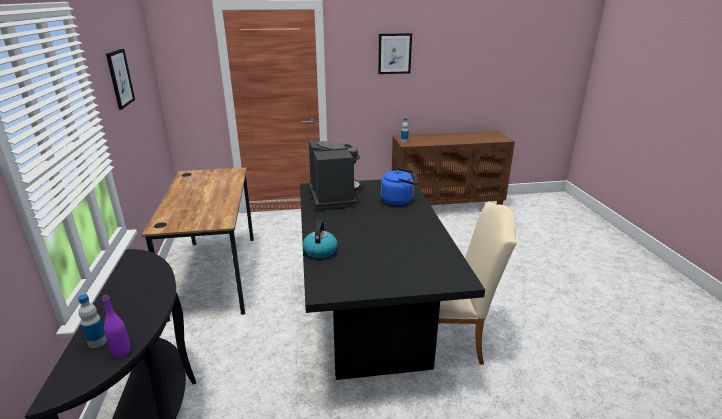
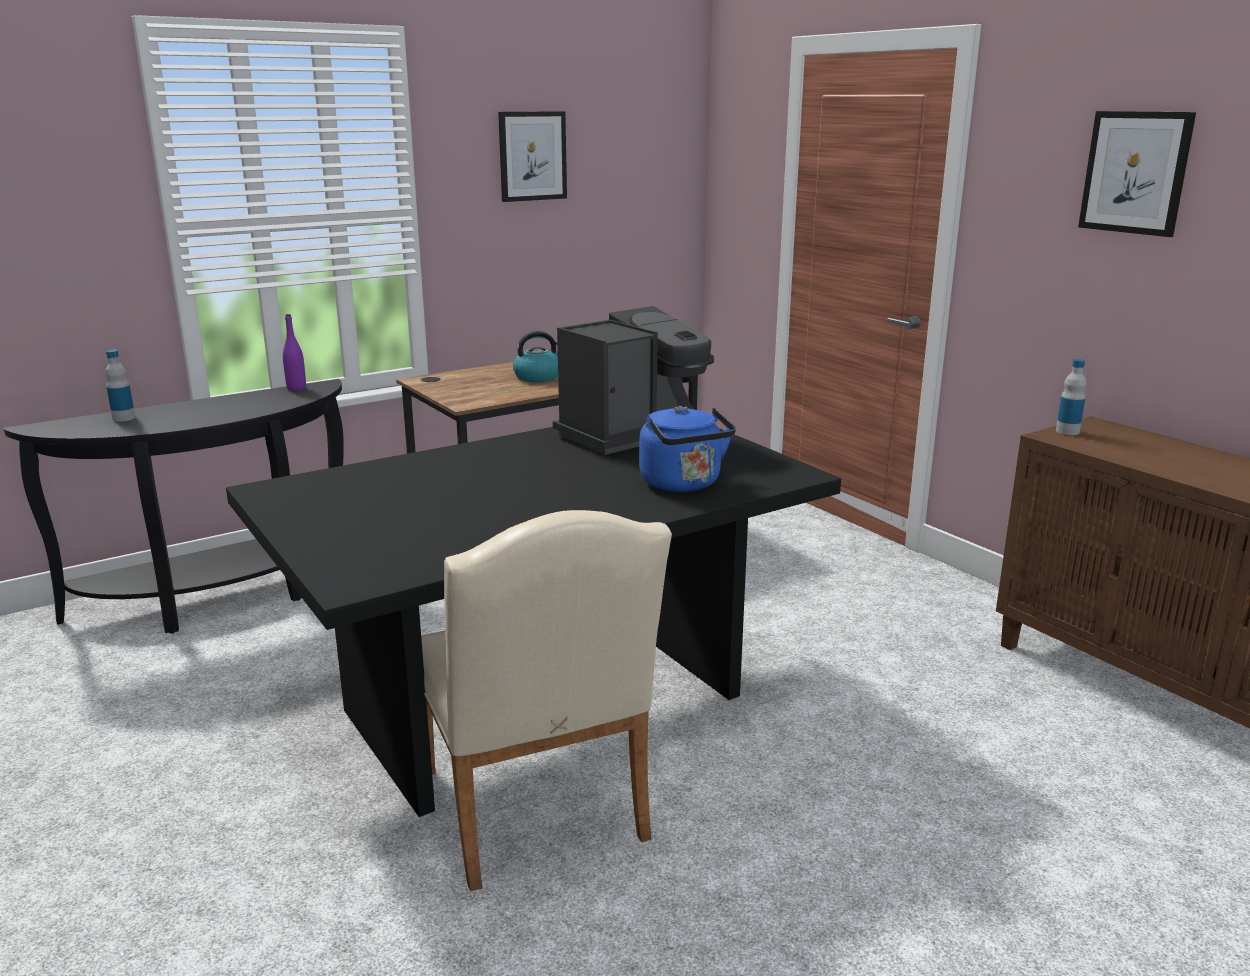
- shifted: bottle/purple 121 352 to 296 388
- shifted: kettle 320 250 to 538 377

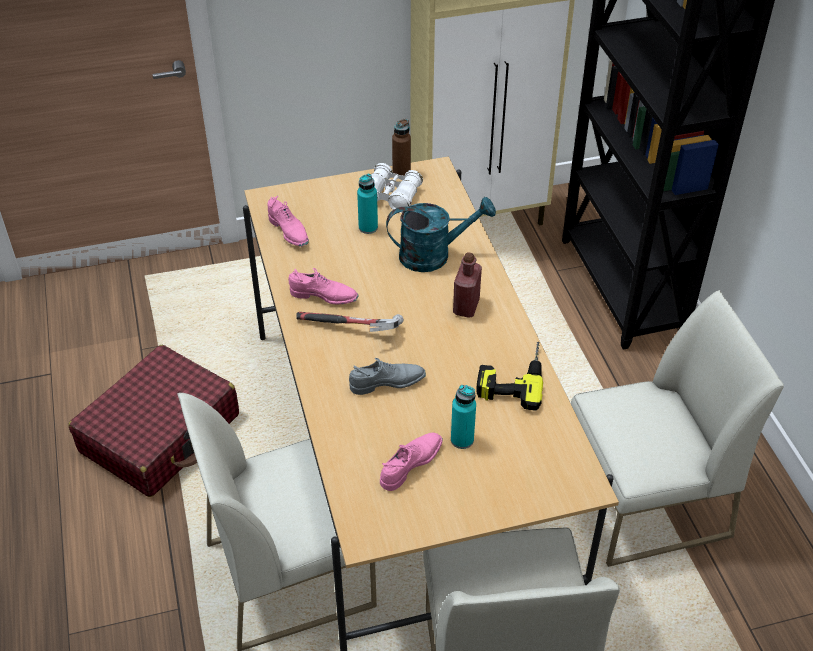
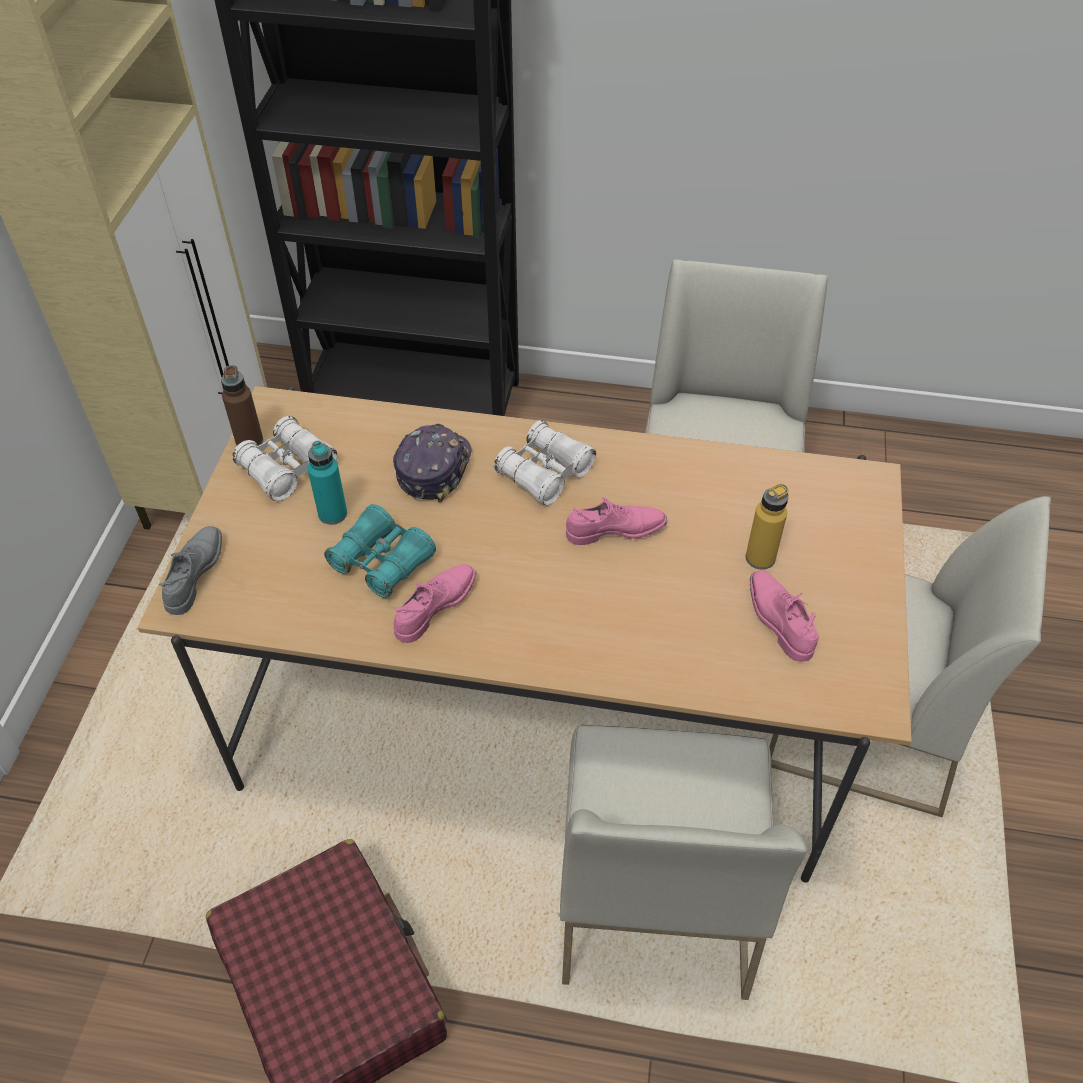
- gone: hammer 351 330
- gone: power drill 511 376
- new: binoculars/turquoise 382 561
- shifted: shoe/pink 289 232 to 615 531
- shifted: shoe/grey 387 383 to 195 574
- swapped: watering can/turquoise 434 255 to cap 433 468
- swapped: bottle/red 466 306 to binoculars/white 545 473
- repainted: bottle/turquoise 462 440 to bottle/yellow 760 558

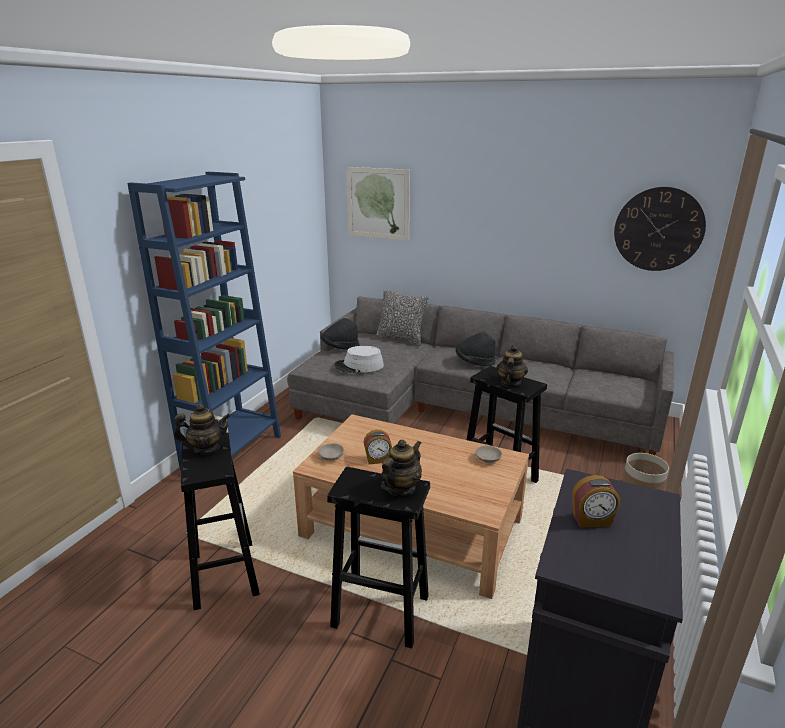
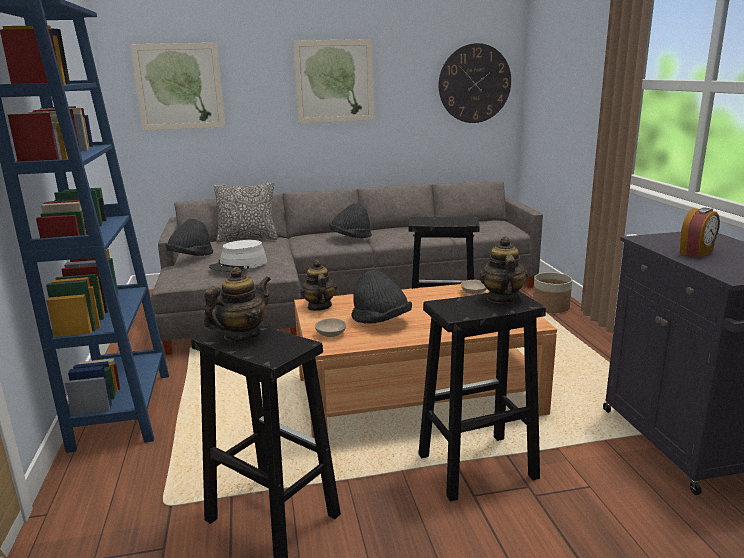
- new: picture 334 81
- shifted: teapot 510 383 to 319 306
- swapped: alarm clock 377 460 to hat/black 380 321

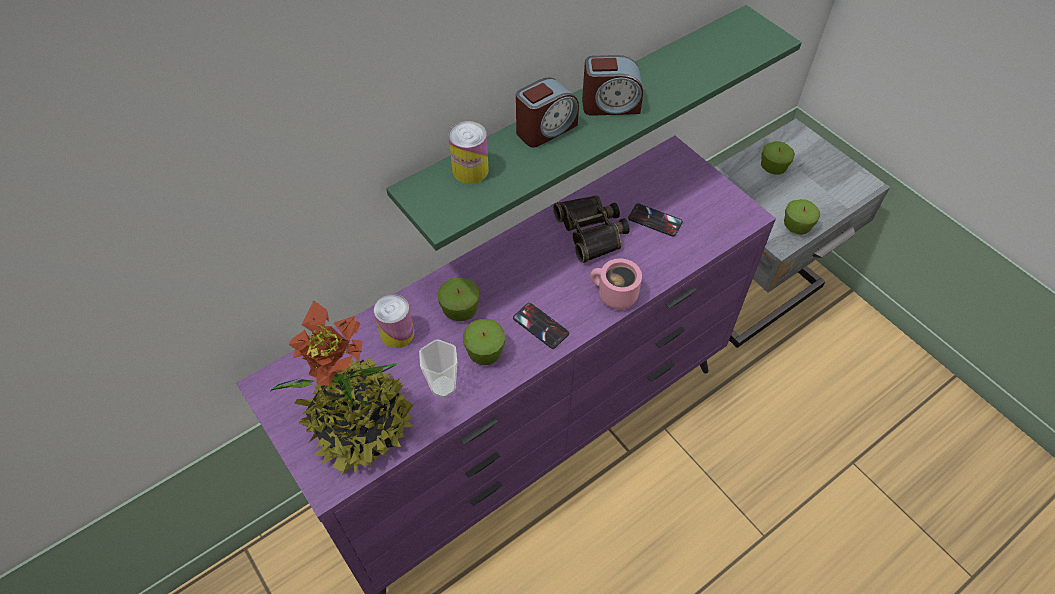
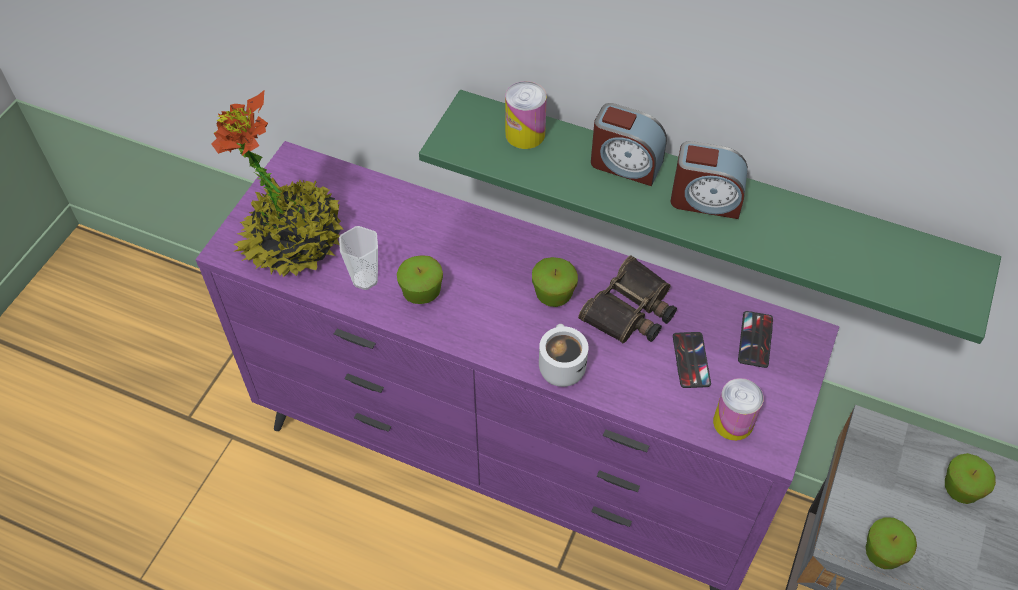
- shifted: can 397 334 to 733 422
- shifted: apple 460 310 to 553 294
- shifted: phone 541 326 to 755 339
- repainted: mug/pink 613 296 to mug/white 559 366
- rotated: alarm clock 610 105 = 705 200 45 degrees counterclockwise

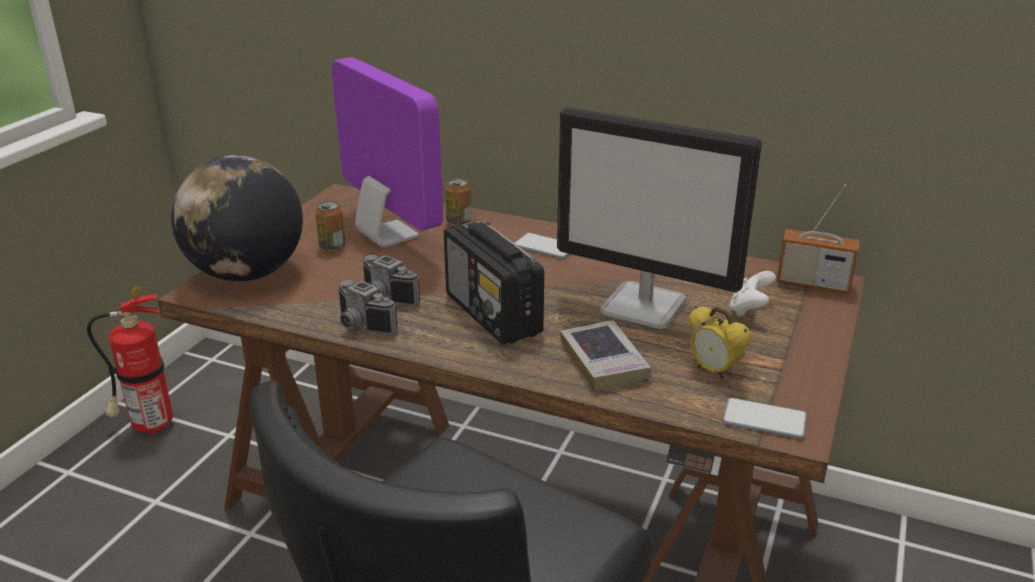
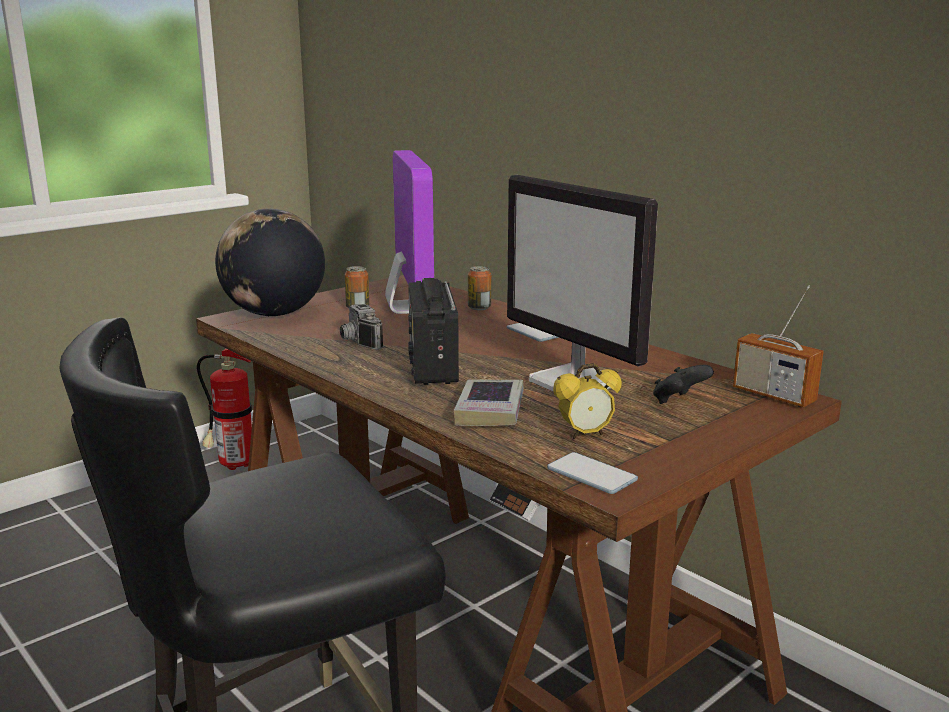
- gone: photo camera 360 326
- repainted: game controller/white 749 310 to game controller/black 678 401
- rotated: alarm clock 713 371 = 585 434 90 degrees counterclockwise

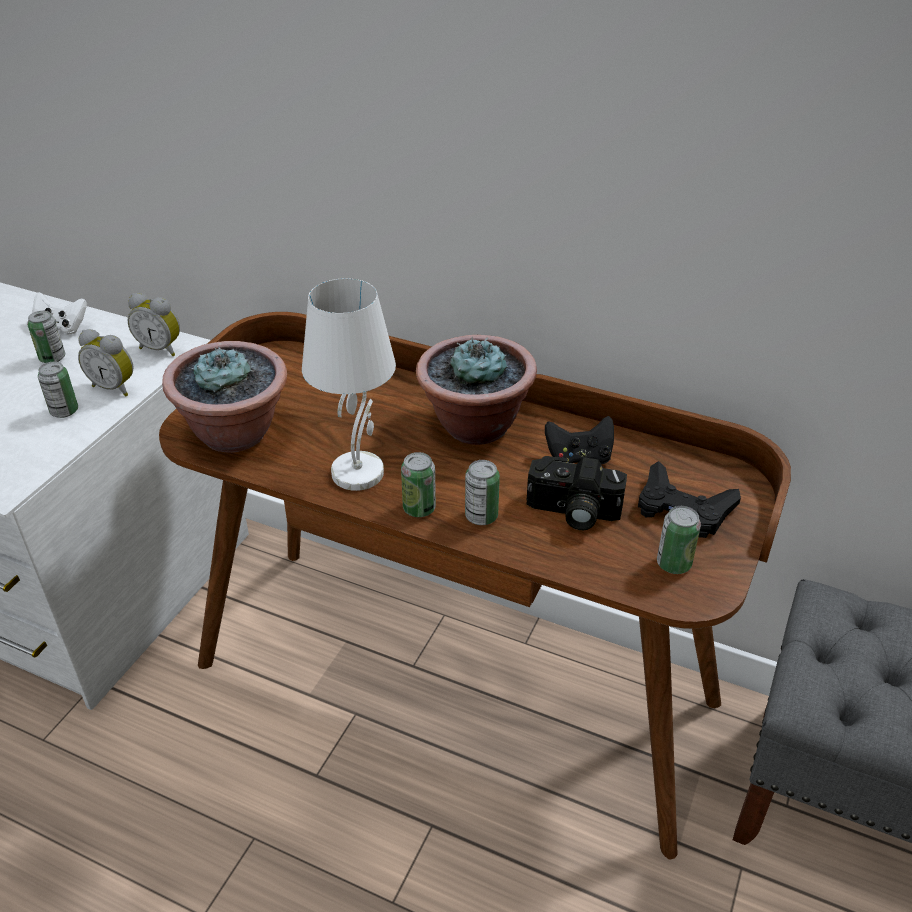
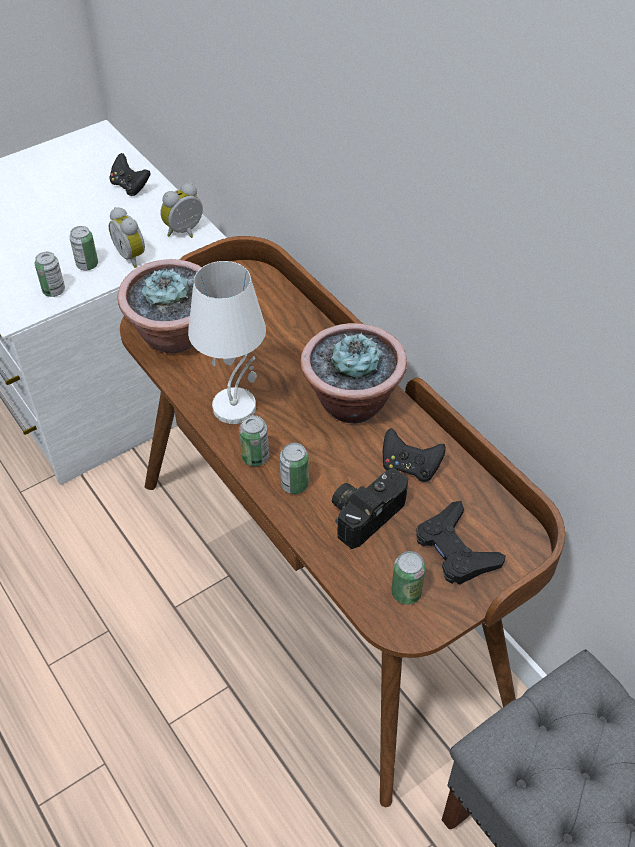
- shifted: can 52 358 to 54 291
- repainted: game controller/white 62 327 to game controller/black 130 186
- rotated: alarm clock 161 348 = 185 232 90 degrees clockwise
- rotated: photo camera 572 512 = 365 512 90 degrees clockwise

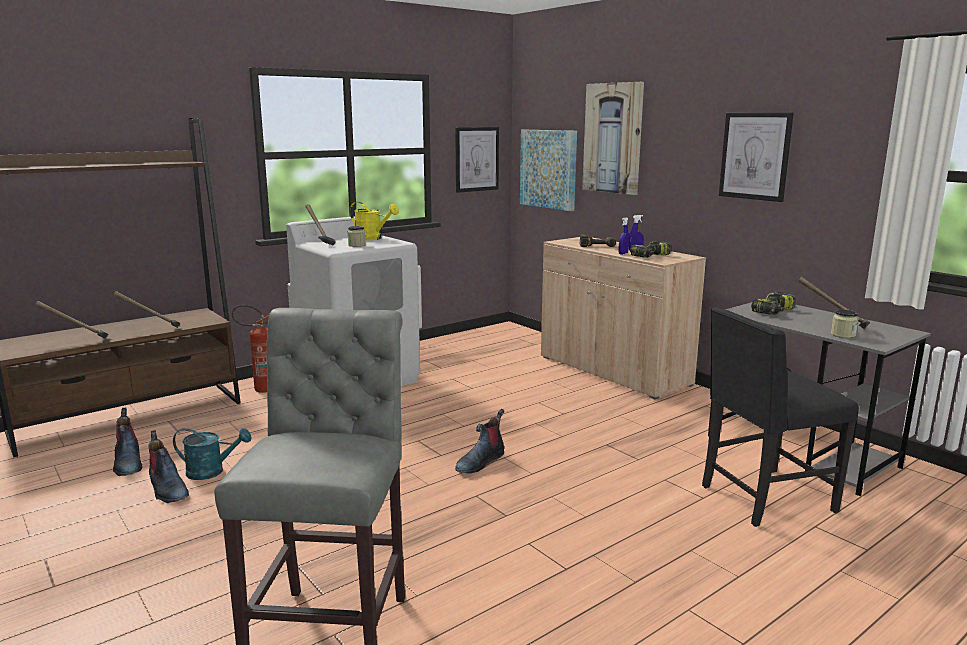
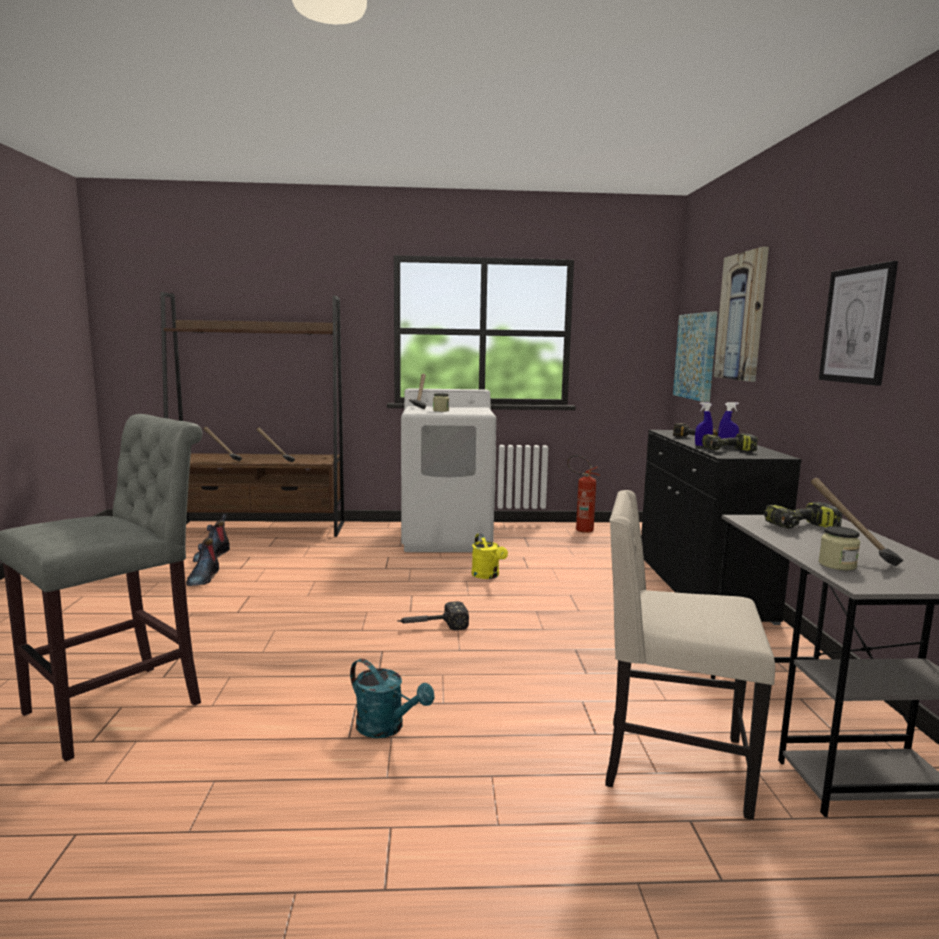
- gone: picture 476 159
- shifted: watering can/turquoise 212 472 to 387 728
- shifted: fire extinguisher 259 389 to 580 529
- shifted: watering can/yellow 372 238 to 488 576
- swapped: boot 480 462 to hammer 431 626
- repainted: cabinet/beige 613 371 to cabinet/black 701 587
- repainted: chair/black 764 498 to chair/beige 671 763

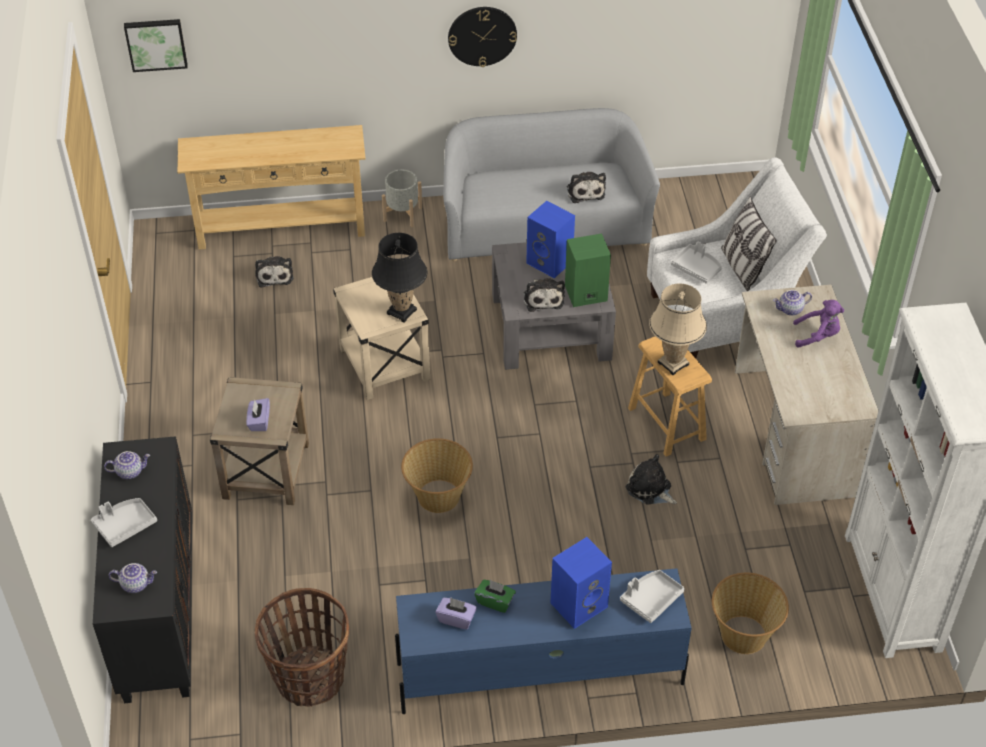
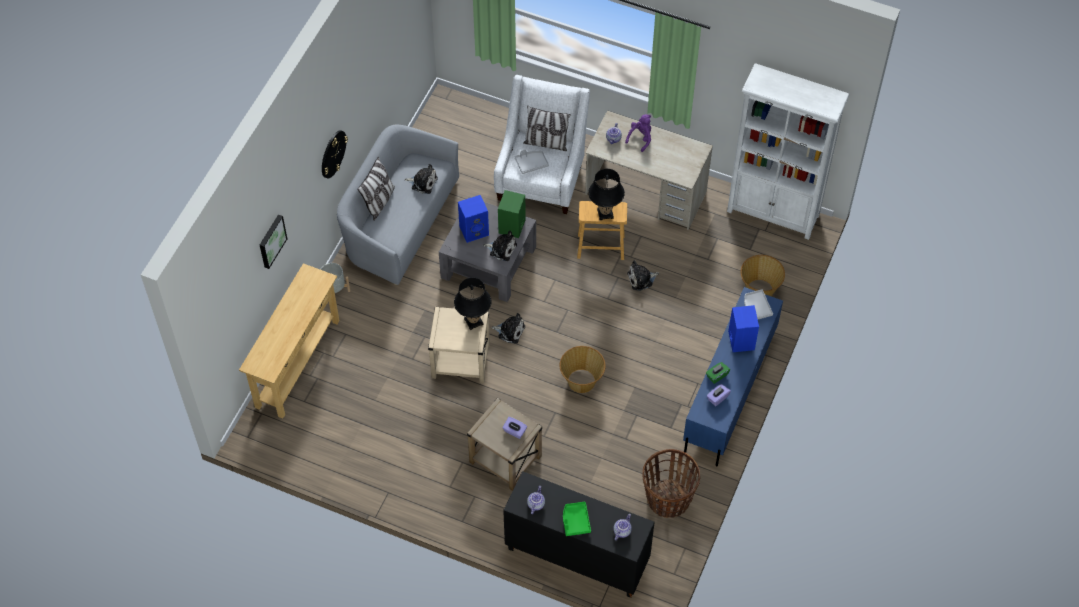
- new: pillow 379 202
- shifted: picture 156 43 to 271 241
- shifted: plush toy 274 275 to 510 331
- repainted: tray/grey 125 525 to tray/green 575 521
- repainted: table lamp/beige 673 363 to table lamp/black 605 213

